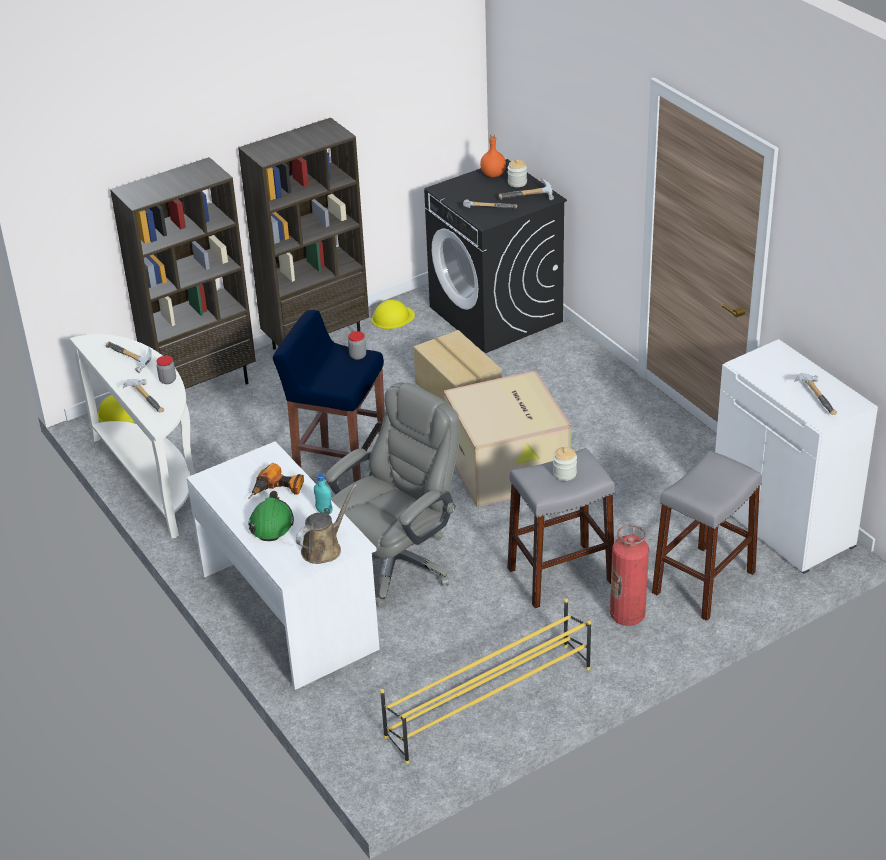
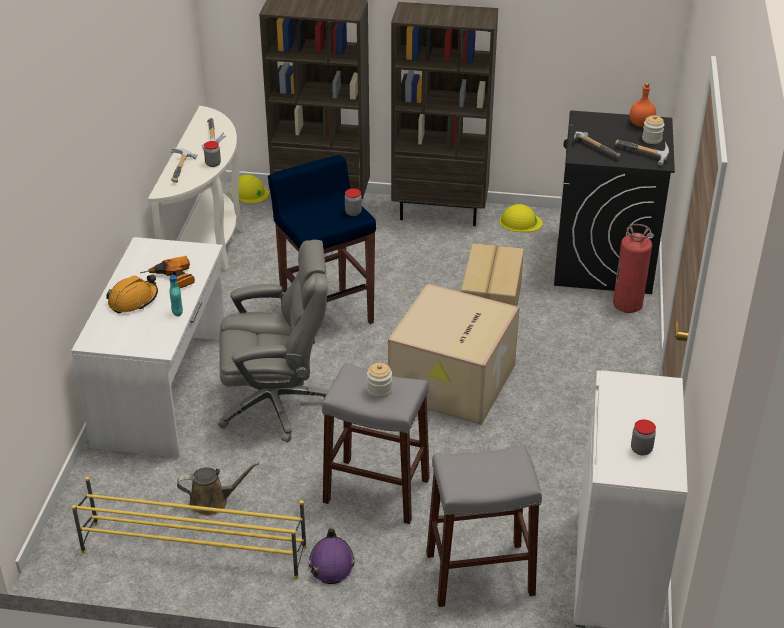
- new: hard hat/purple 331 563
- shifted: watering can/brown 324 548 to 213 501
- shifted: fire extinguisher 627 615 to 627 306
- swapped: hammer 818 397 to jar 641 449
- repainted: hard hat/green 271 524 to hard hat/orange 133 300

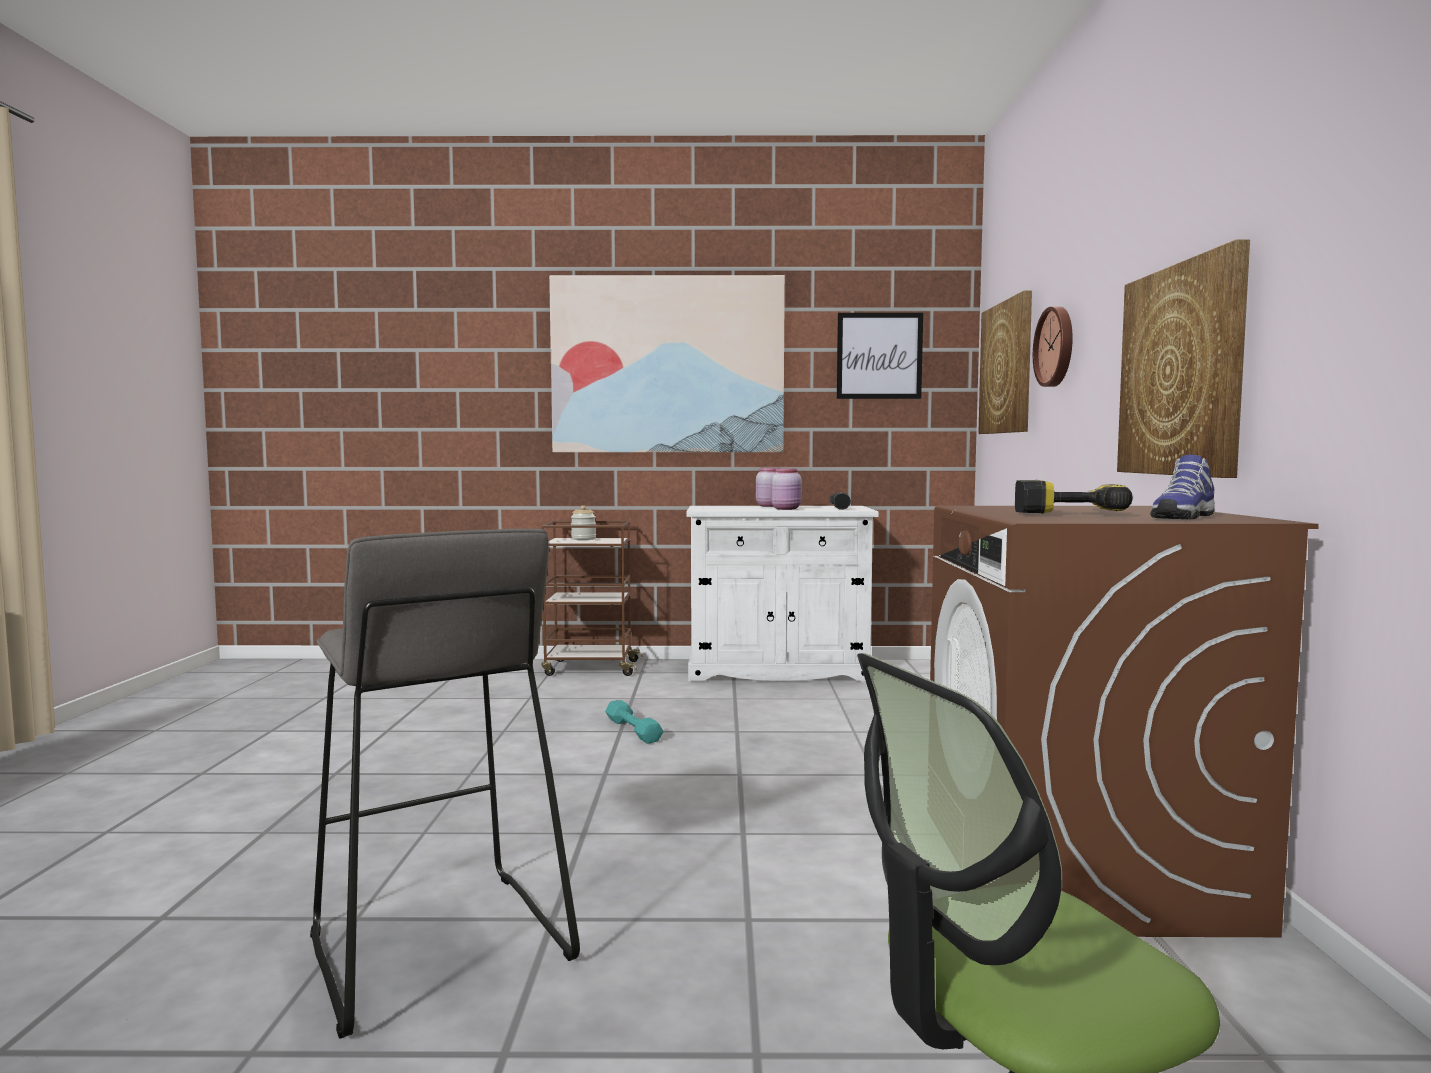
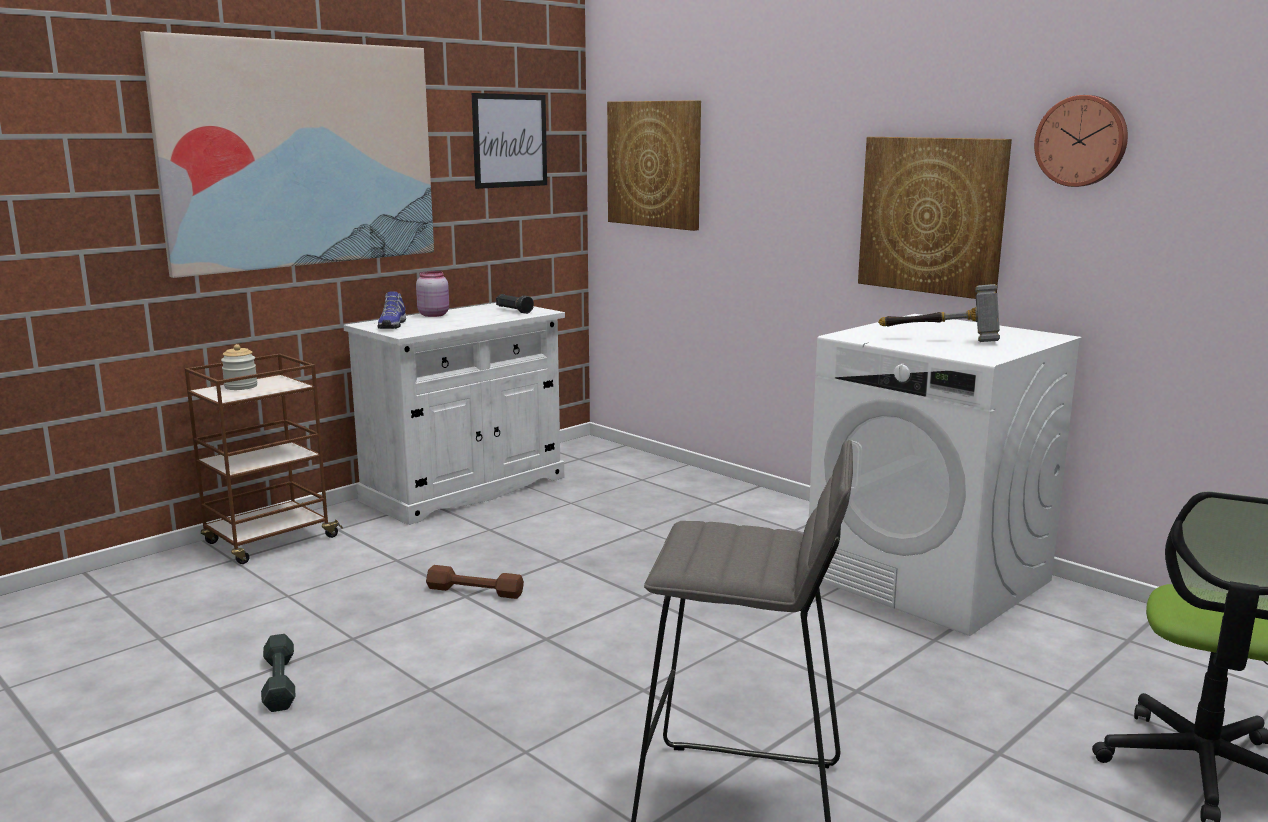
- gone: jar/pink 787 509
- new: dumbbell/grey 279 682
- shifted: wall clock 1056 347 to 1082 141
- shifted: shoe 1181 517 to 391 325
- swapped: power drill 1065 513 to hammer 942 340
- repainted: dumbbell/turquoise 633 730 to dumbbell/brown 475 591
- repainted: washing machine/brown 1080 867 to washing machine/white 930 579

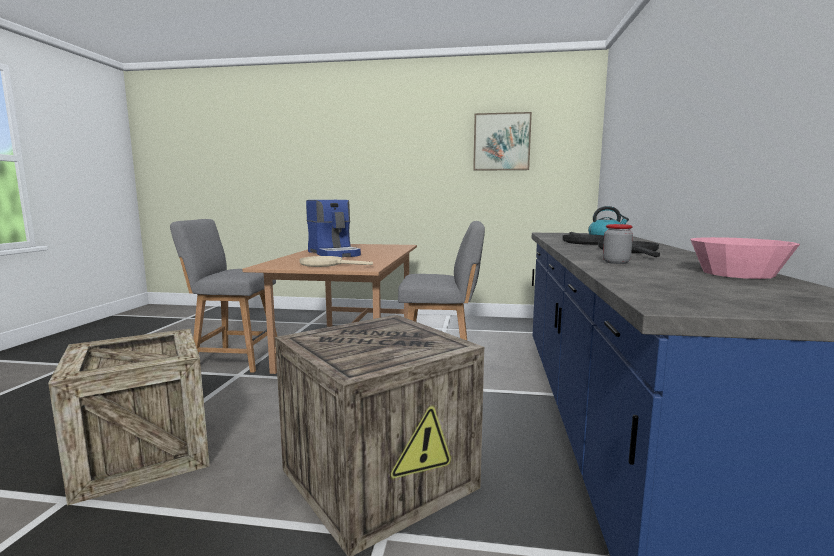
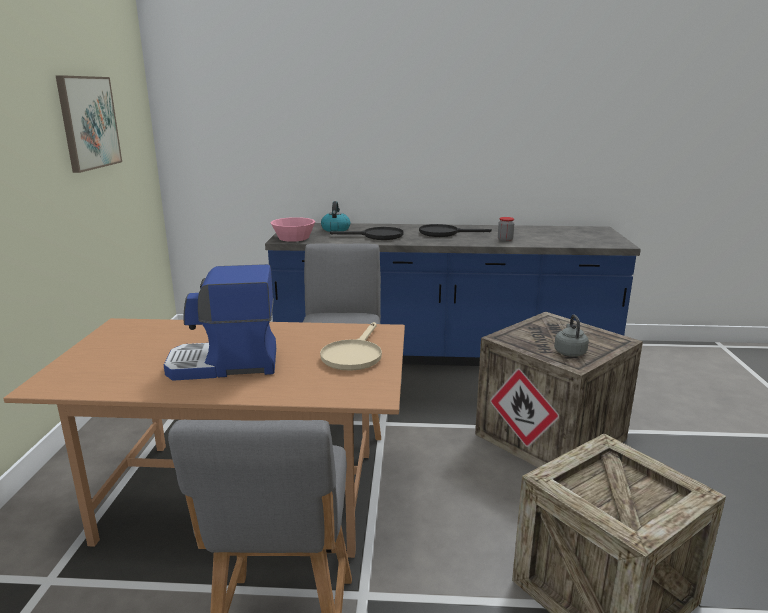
- new: kettle/grey 569 352
- shifted: bowl/pink 737 273 to 293 238
- rotated: coffee machine 335 253 = 224 365 150 degrees counterclockwise

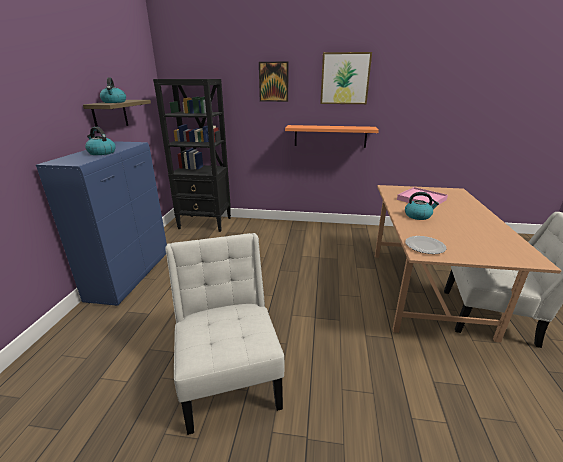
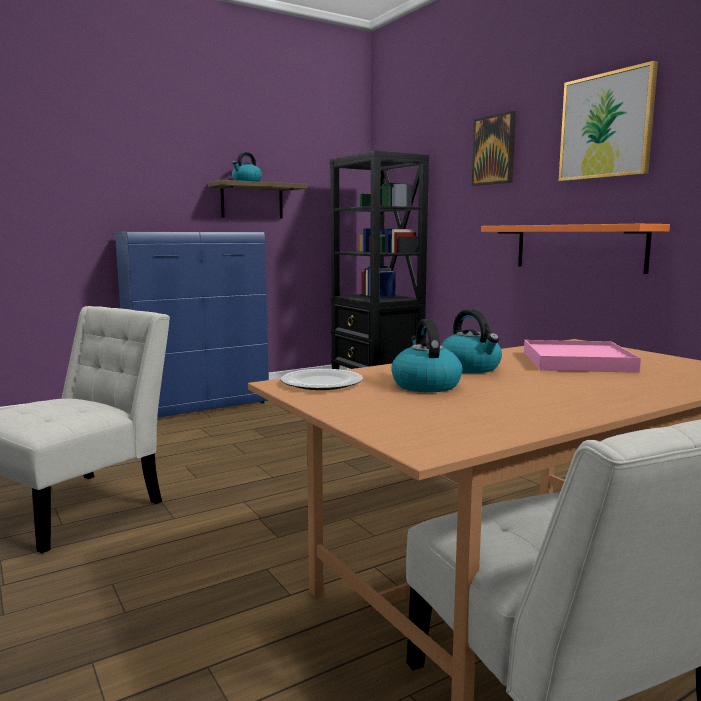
- shifted: kettle 101 153 to 425 385

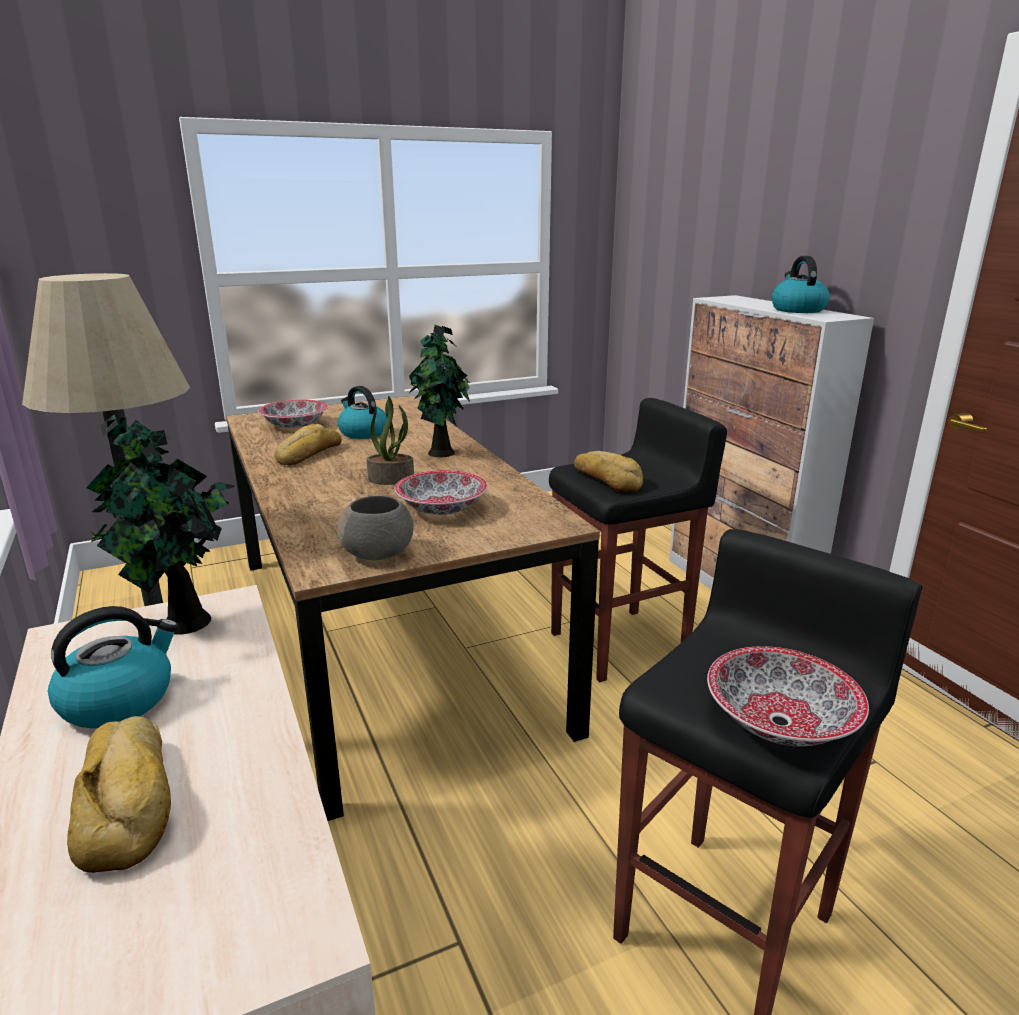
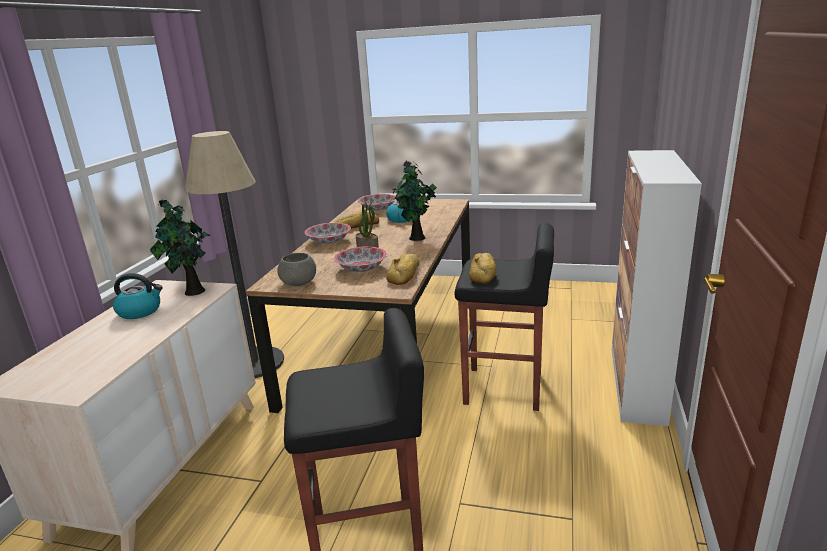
- gone: kettle 797 310
- shifted: bread 130 799 to 405 274
- shifted: bowl 780 721 to 329 241

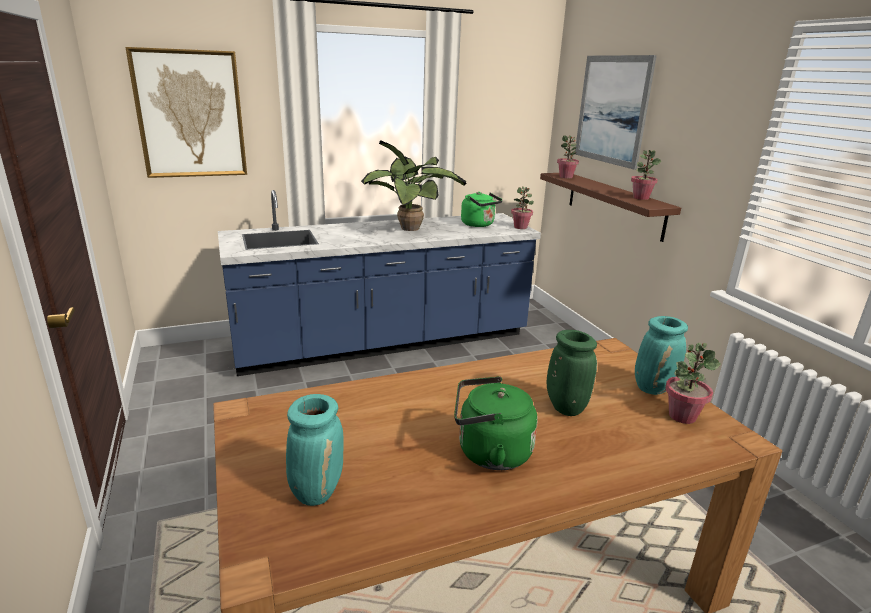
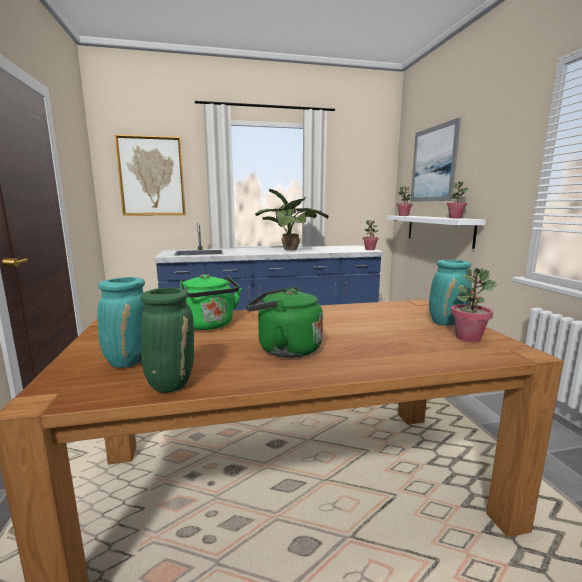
- shifted: kettle/green 479 225 to 209 325
- shifted: vase/green 564 407 to 170 383
- repainted: shelf/brown 614 204 to shelf/white 438 230

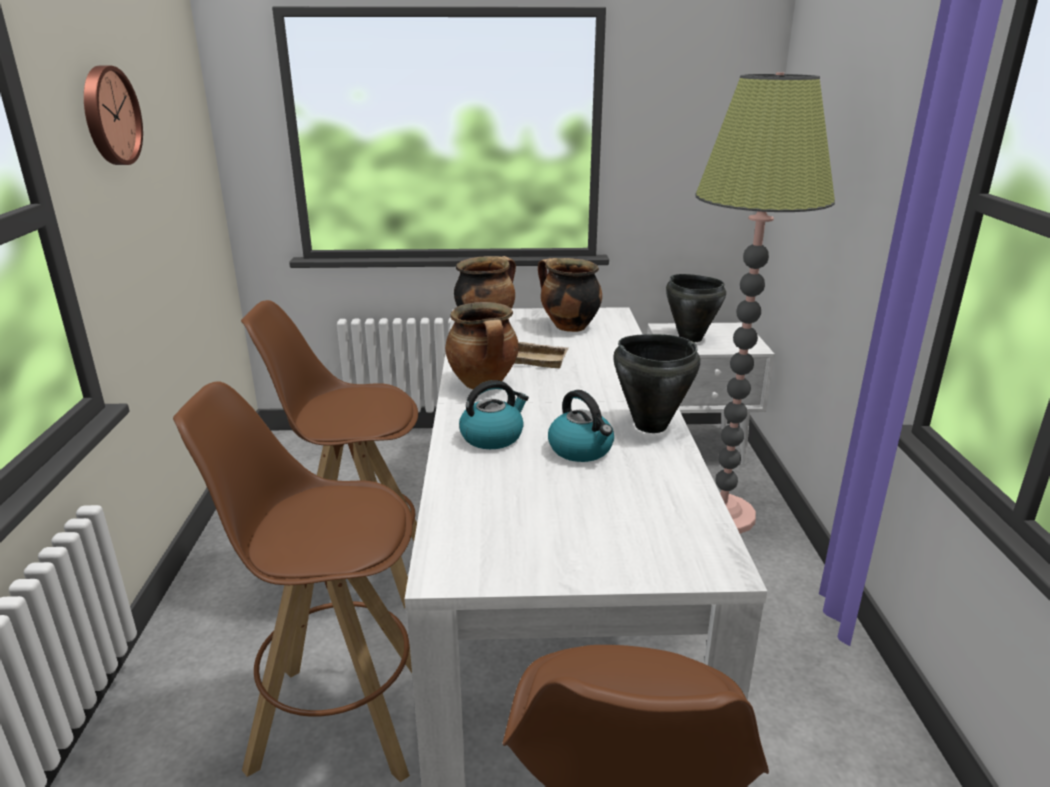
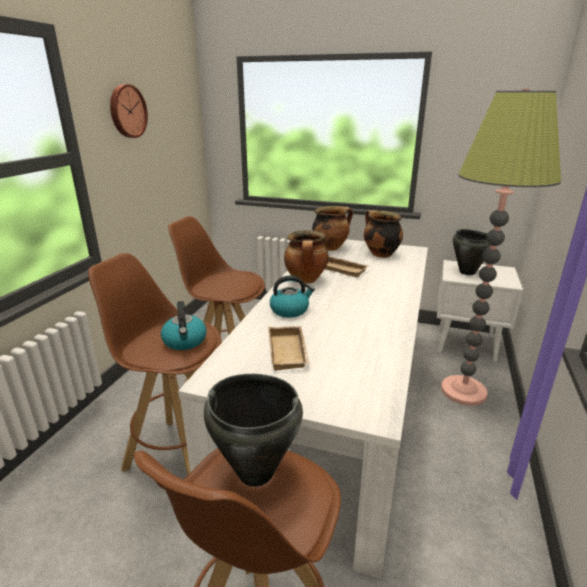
- new: tray/beige 289 352
- shifted: kettle 581 449 to 185 341
- shifted: cooking pot/black 650 425 to 255 471

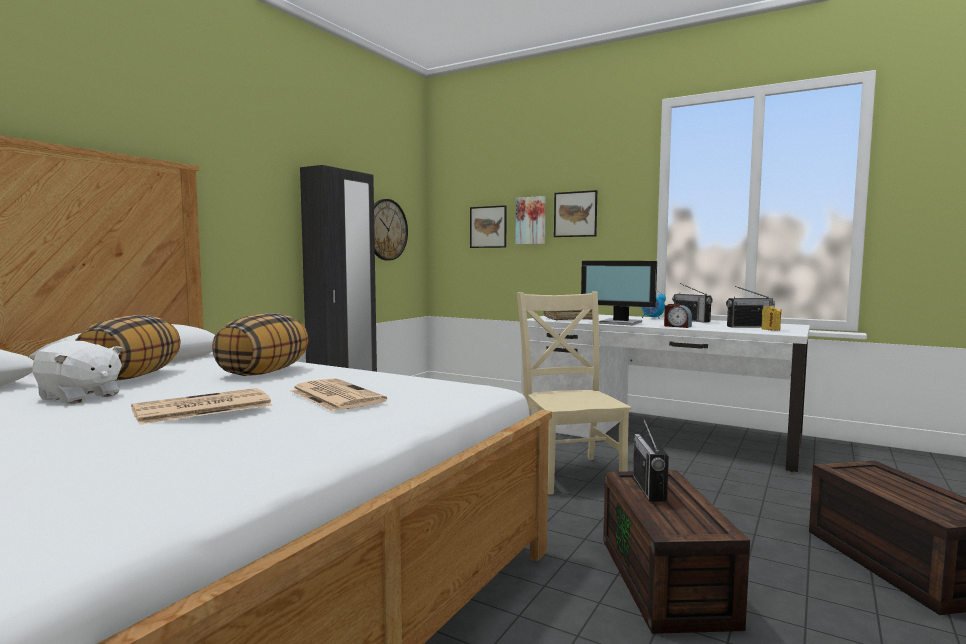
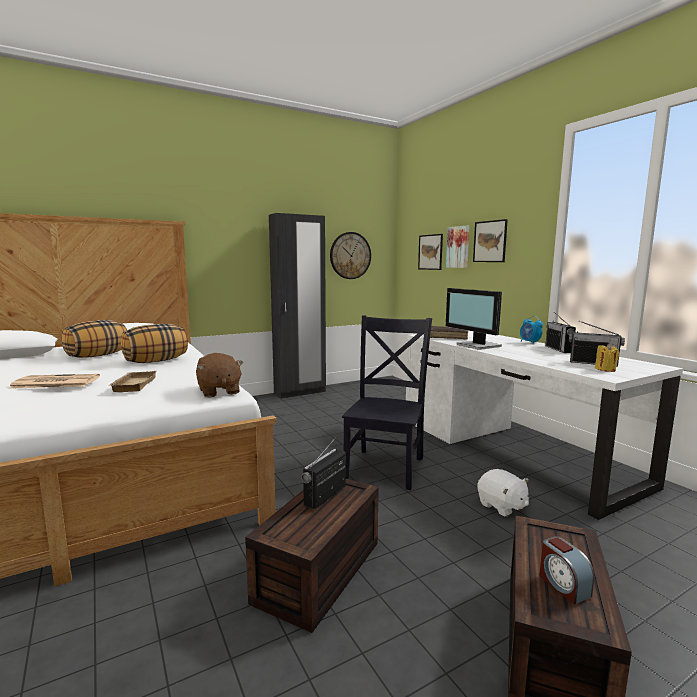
- new: plush toy/brown 218 391
- shifted: plush toy/white 79 397 to 502 506
- shifted: alarm clock 677 326 to 563 585
- swapped: newspaper 334 396 to tray/beige 133 385
- repainted: chair/beige 570 472 to chair/black 386 466

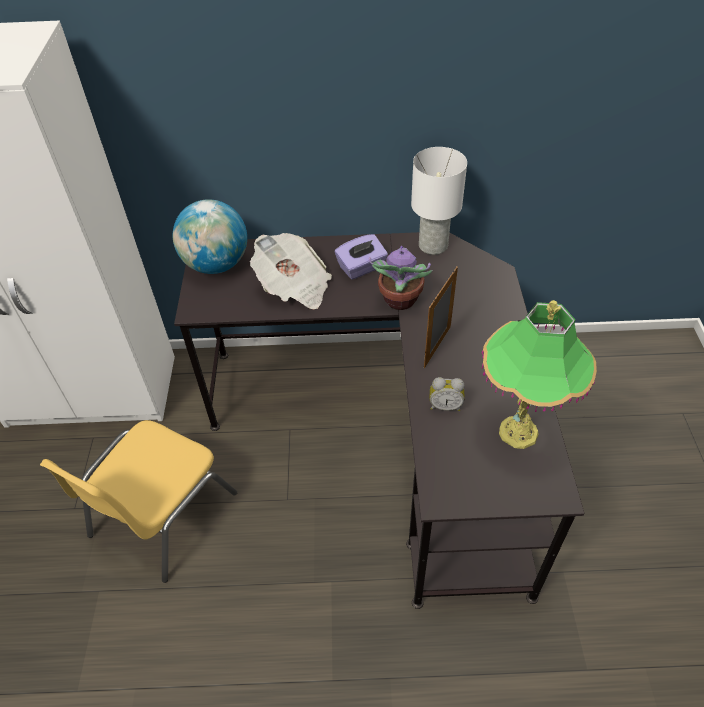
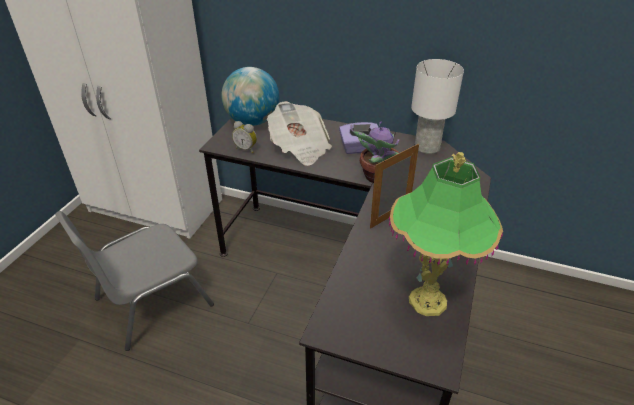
- shifted: alarm clock 445 405 to 246 149
- repainted: chair/yellow 160 515 to chair/grey 151 302

